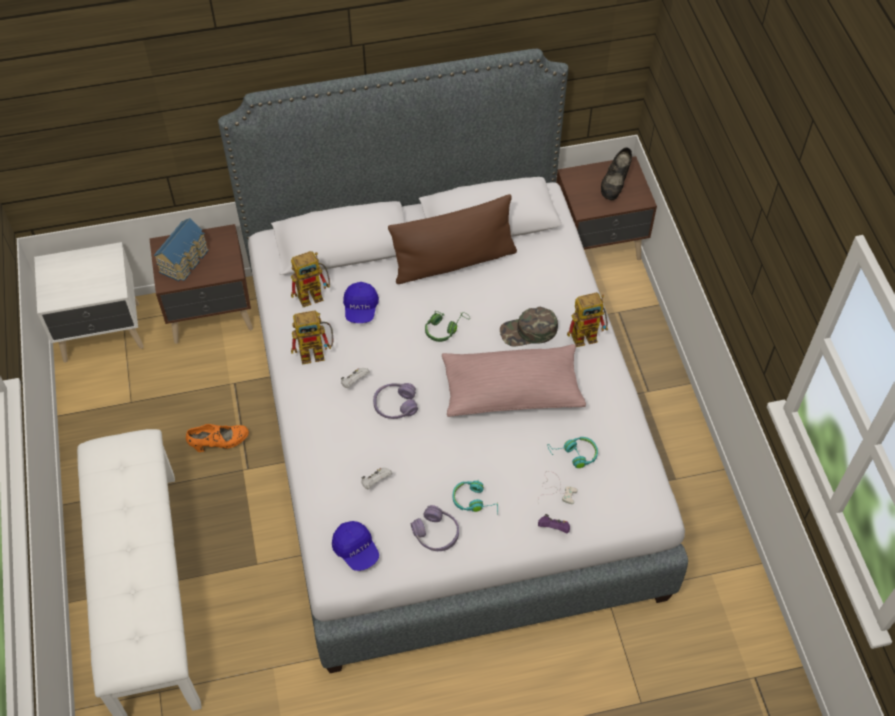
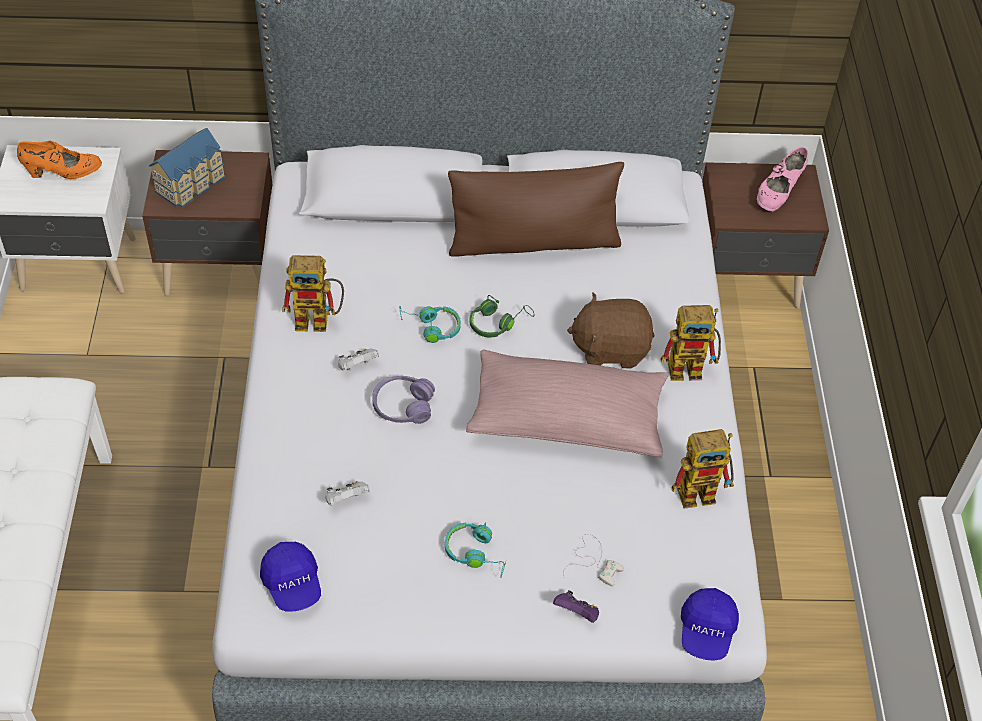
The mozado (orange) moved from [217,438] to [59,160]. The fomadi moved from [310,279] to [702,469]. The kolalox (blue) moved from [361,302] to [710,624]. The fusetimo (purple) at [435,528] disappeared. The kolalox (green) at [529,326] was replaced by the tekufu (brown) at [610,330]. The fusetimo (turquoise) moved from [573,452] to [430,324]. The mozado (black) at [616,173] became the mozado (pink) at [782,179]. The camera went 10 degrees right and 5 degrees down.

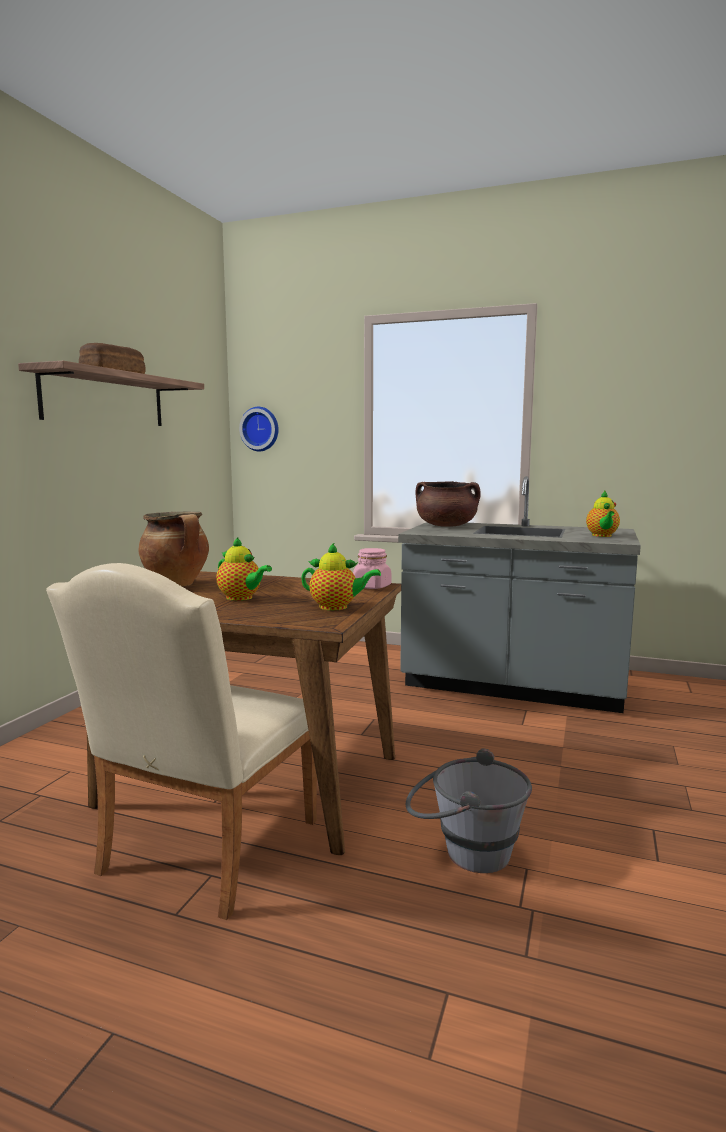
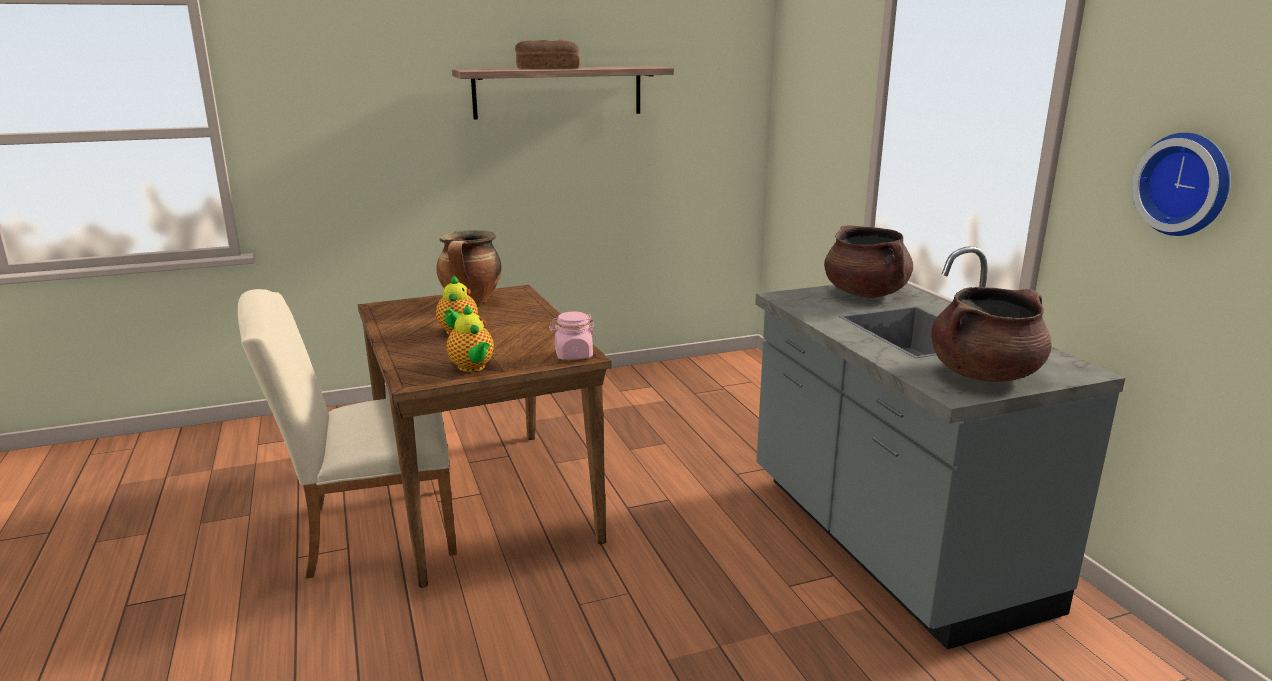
The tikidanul moved from [259,429] to [1181,184]. The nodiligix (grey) at [469,810] disappeared. The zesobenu at [603,514] was replaced by the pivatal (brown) at [991,334]. The camera went 50 degrees right and 10 degrees up.

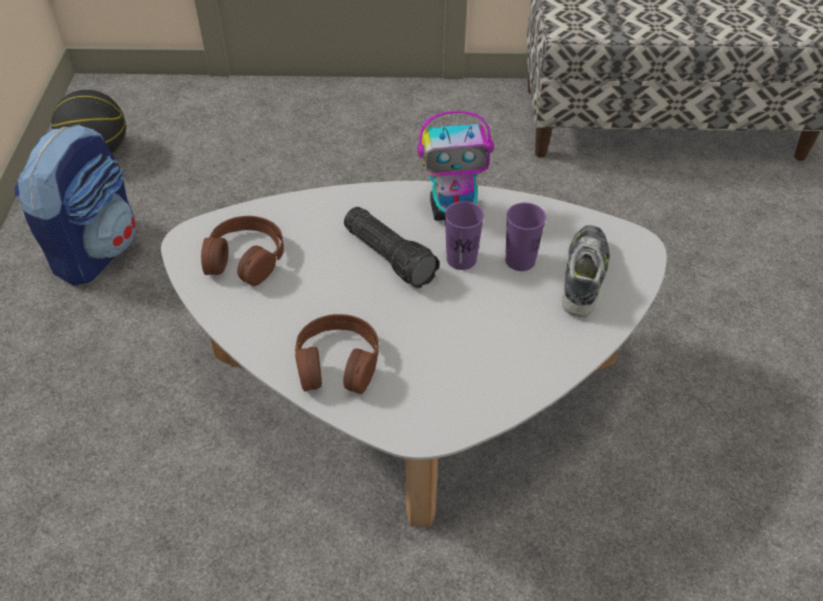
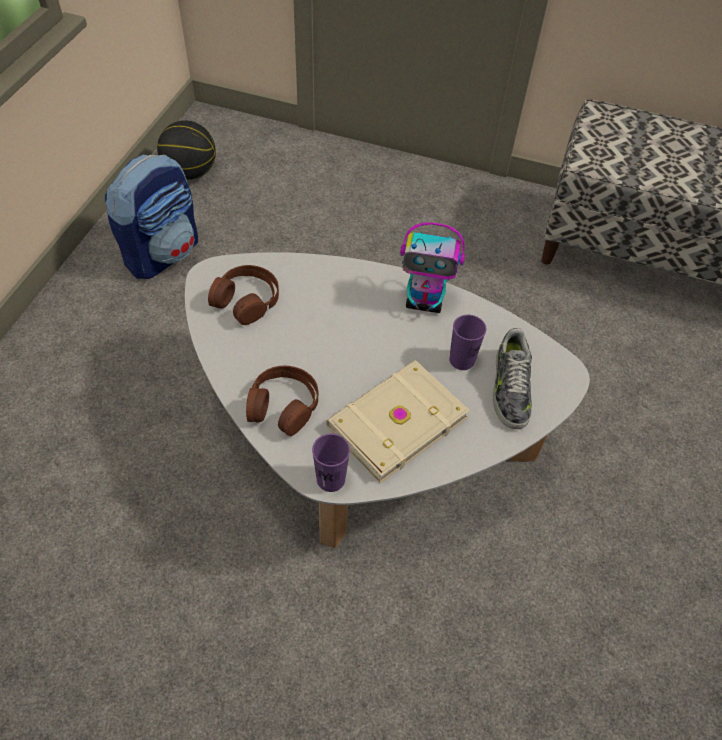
The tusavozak at [392,247] disappeared. The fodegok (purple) moved from [464,235] to [331,463]. The mozado at [586,271] turned 150 degrees clockwise. The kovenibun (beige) at [398,422] appeared. The camera went 15 degrees right and 5 degrees up.

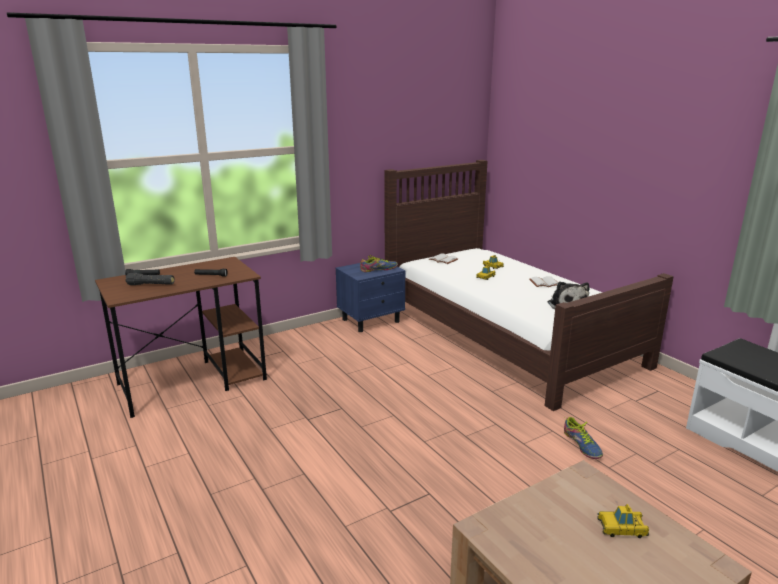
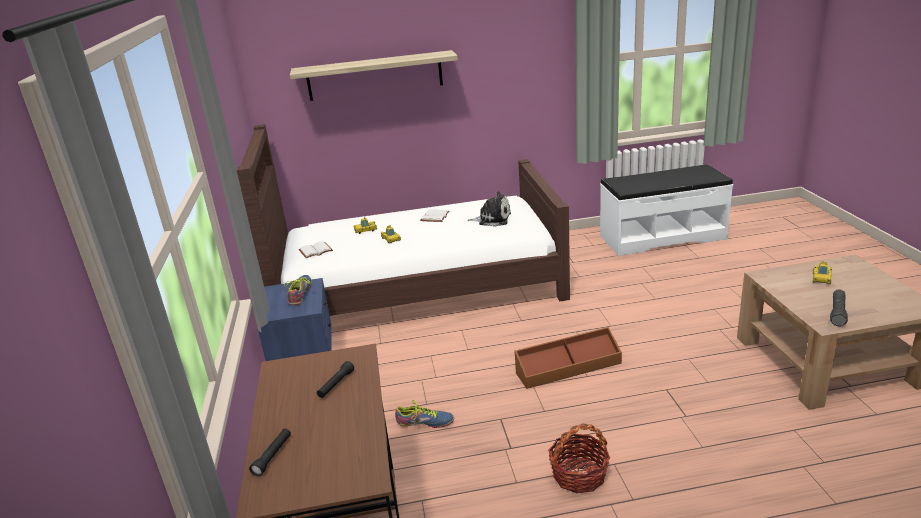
The tusavozak (black) moved from [150,279] to [839,308]. The mozado moved from [583,438] to [424,414]. The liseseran at [374,75] appeared. The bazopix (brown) at [568,358] appeared. The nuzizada at [579,458] appeared. The camera went 65 degrees left and 5 degrees up.

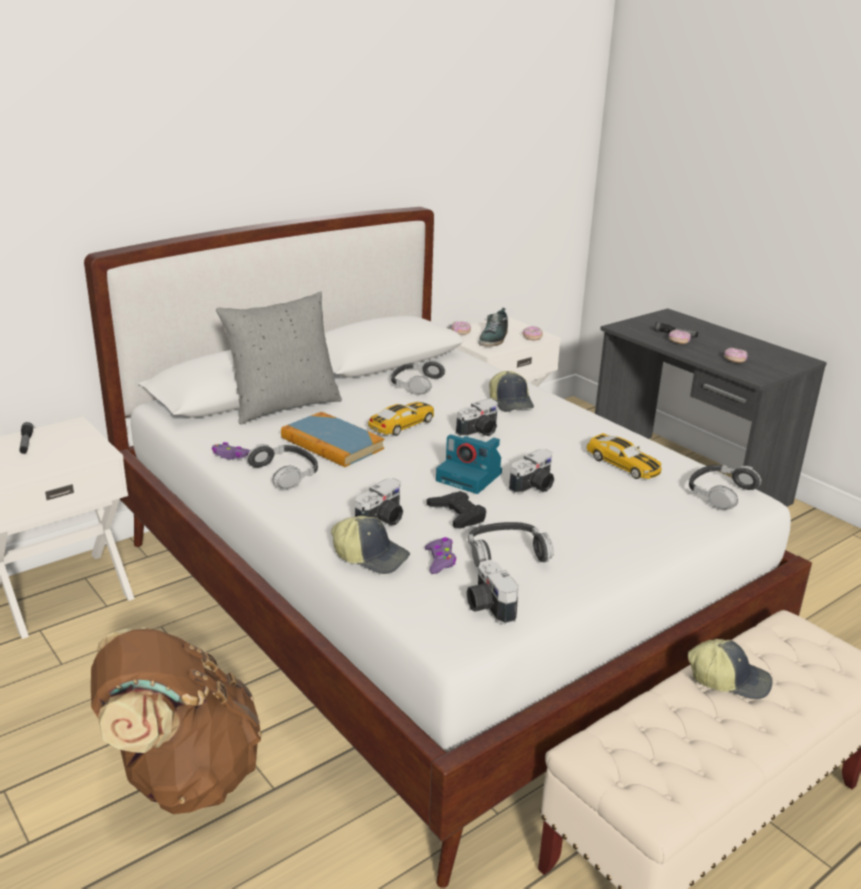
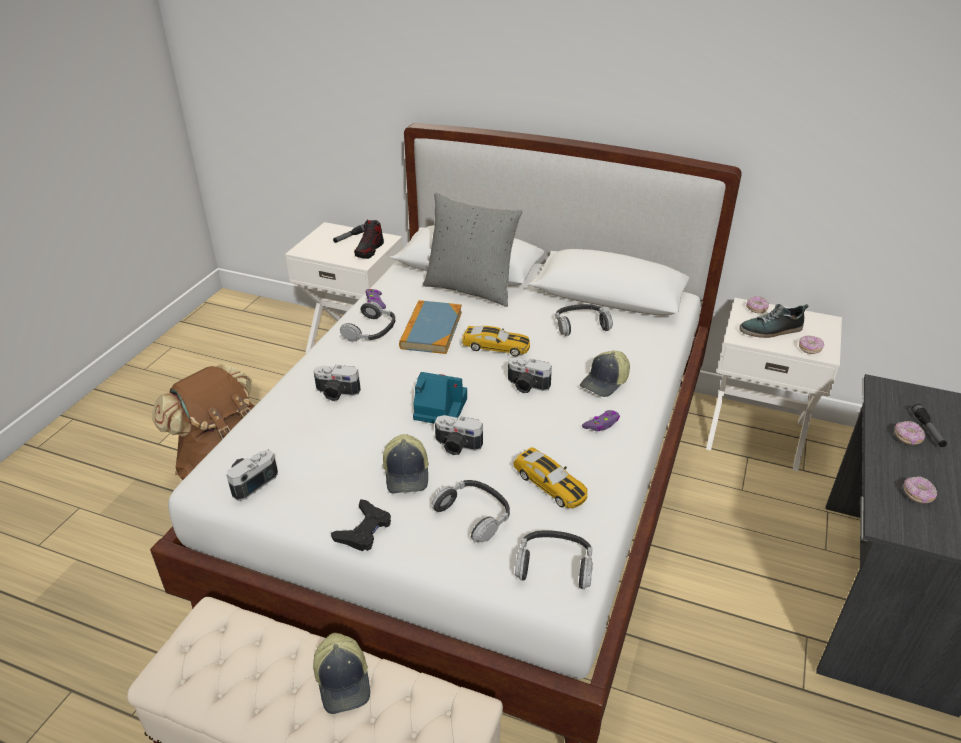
The kolalox moved from [370,545] to [406,463]. The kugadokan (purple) moved from [440,555] to [601,420]. The kugadokan (black) moved from [456,509] to [361,525]. The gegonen at [469,464] turned 105 degrees clockwise. The fusetimo moved from [511,544] to [471,511]. The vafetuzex at [624,456] turned 60 degrees counterclockwise. The mozado at [369,239] appeared. The camera went 60 degrees right and 10 degrees up.

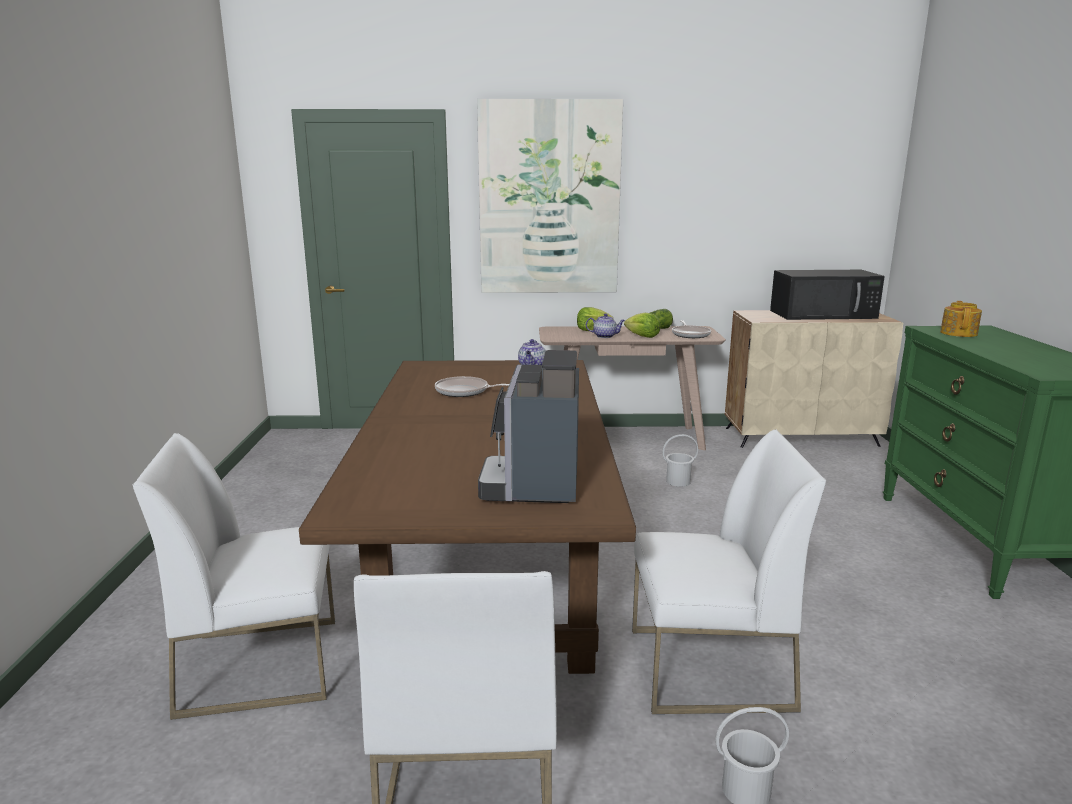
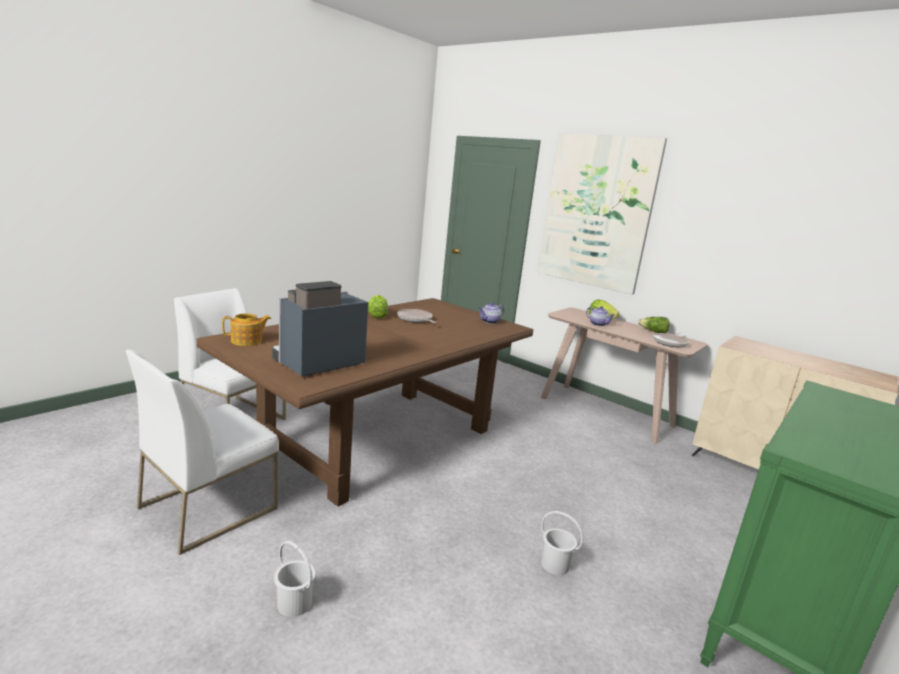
The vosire moved from [642,325] to [378,306]. The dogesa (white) at [729,572] disappeared. The nodiligix (white) moved from [680,460] to [562,543]. The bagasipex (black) at [827,295] disappeared. The zesobenu moved from [961,319] to [246,329]. The camera went 40 degrees right and 0 degrees up.

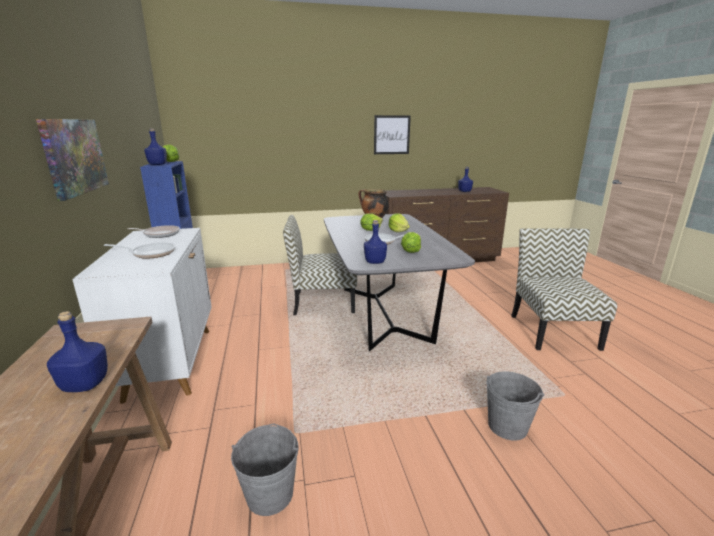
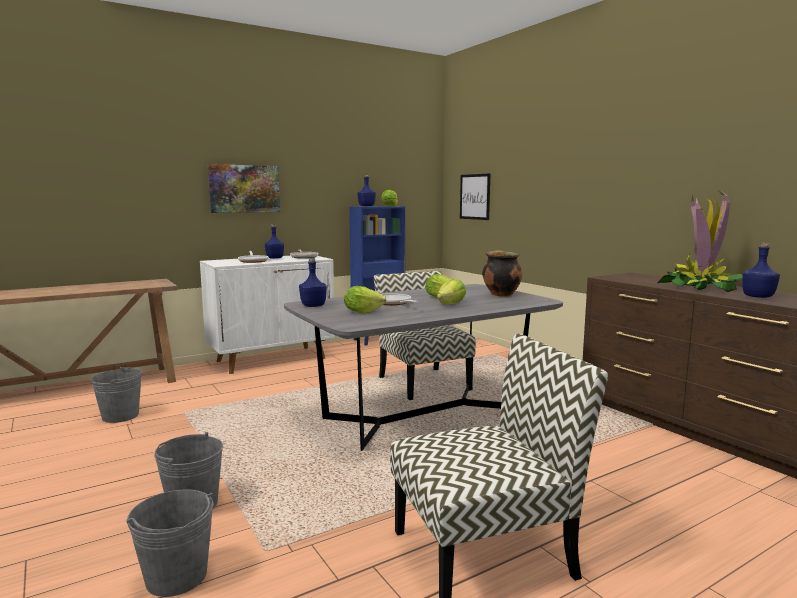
The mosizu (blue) moved from [77,351] to [274,241]. The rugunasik moved from [392,134] to [475,196]. The nodiligix (grey) at [170,543] appeared. The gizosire at [700,240] appeared. The camera went 70 degrees right and 10 degrees down.

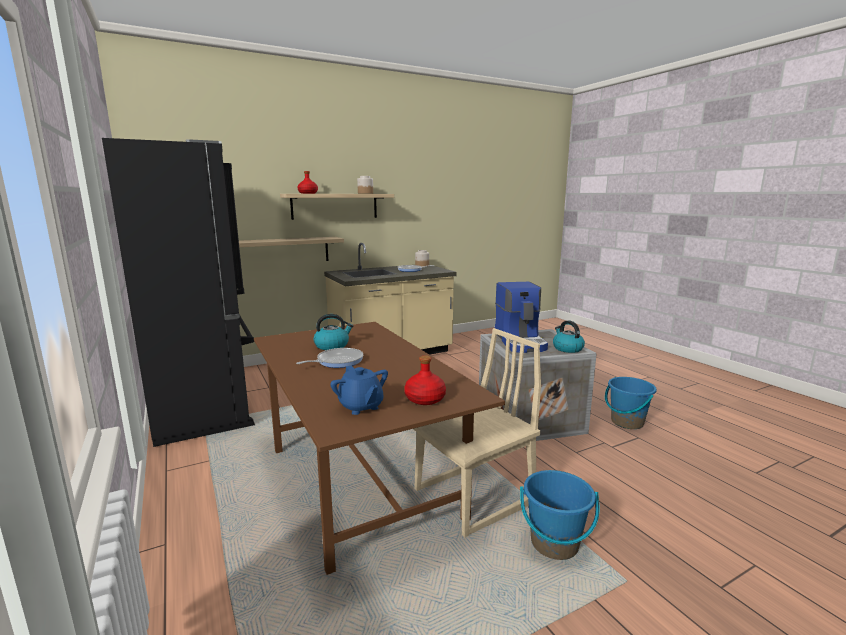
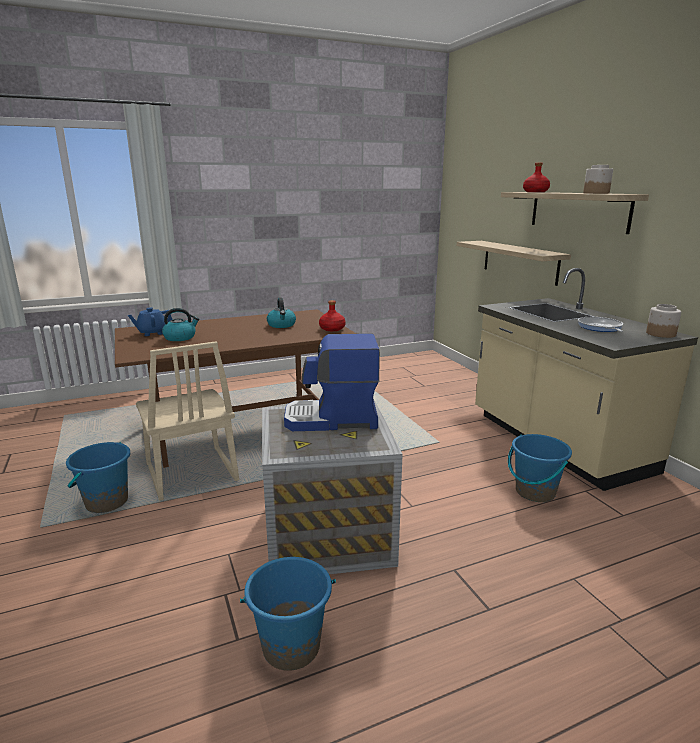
The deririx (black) at [178,292] disappeared. The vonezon at [329,358] disappeared. The mosizu (red) moved from [425,380] to [332,315]. The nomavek moved from [569,337] to [180,324]. The nodiligix (blue) at [540,468] appeared. The camera went 95 degrees right and 5 degrees up.

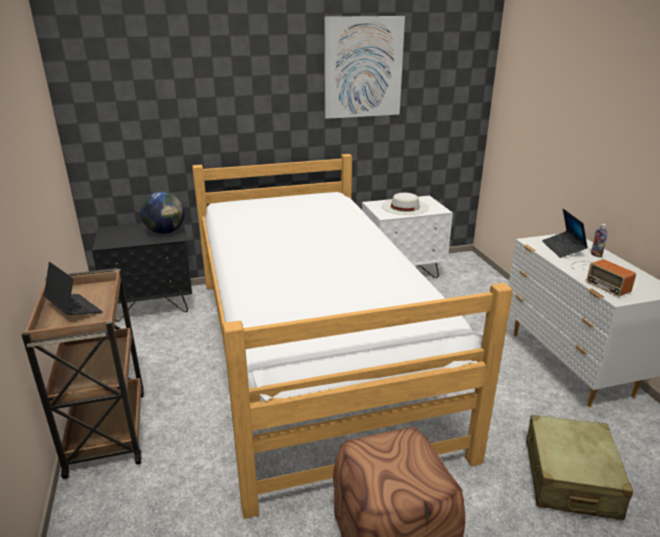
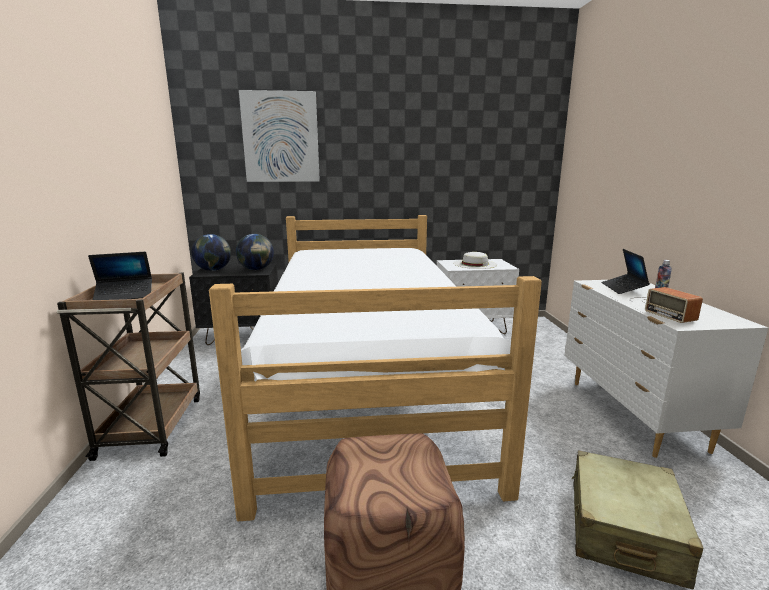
The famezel at [73,288] turned 105 degrees clockwise. The rugunasik moved from [364,67] to [279,136]. The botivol at [211,252] appeared. The camera went 10 degrees right and 10 degrees down.

